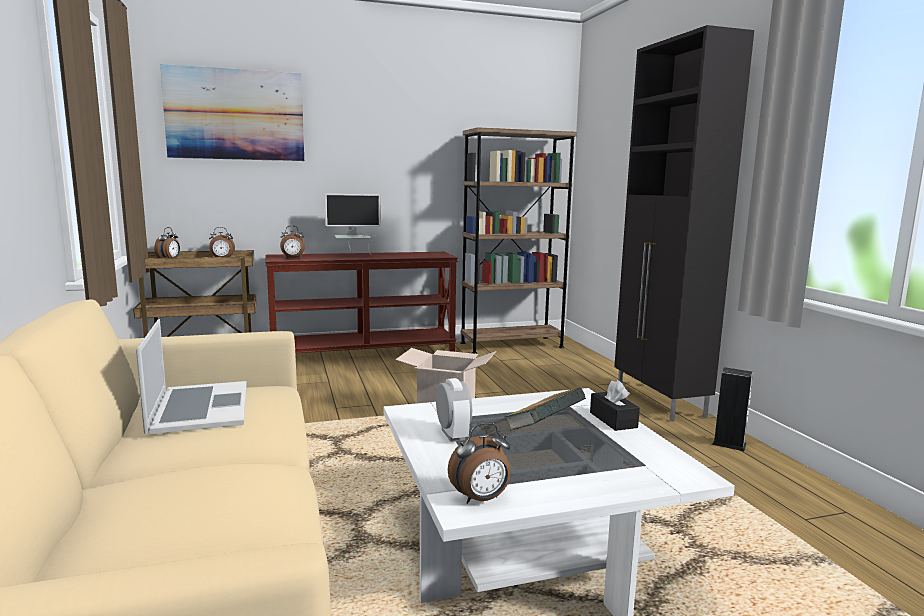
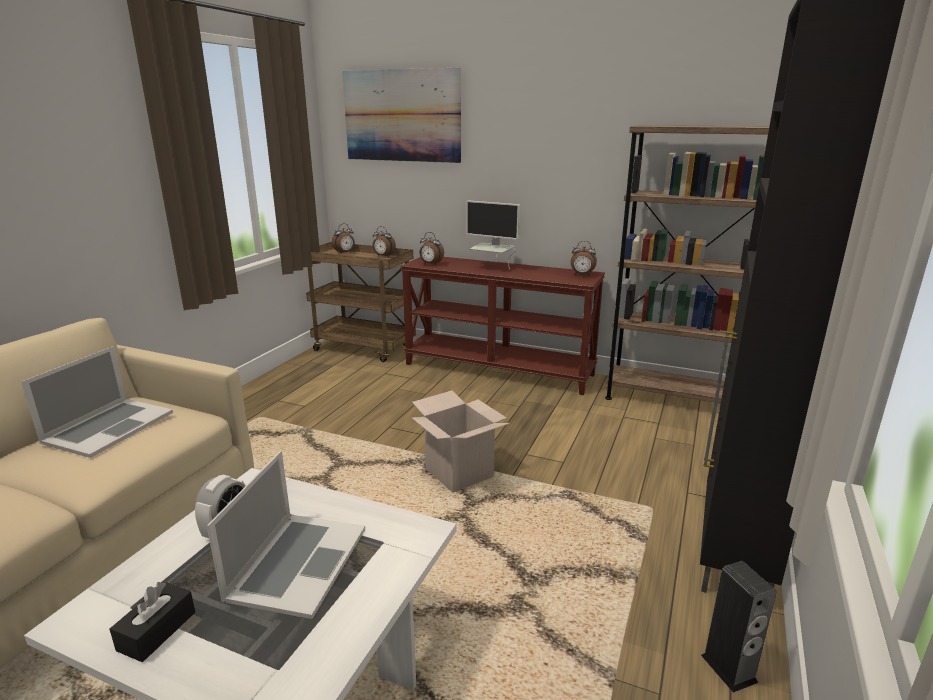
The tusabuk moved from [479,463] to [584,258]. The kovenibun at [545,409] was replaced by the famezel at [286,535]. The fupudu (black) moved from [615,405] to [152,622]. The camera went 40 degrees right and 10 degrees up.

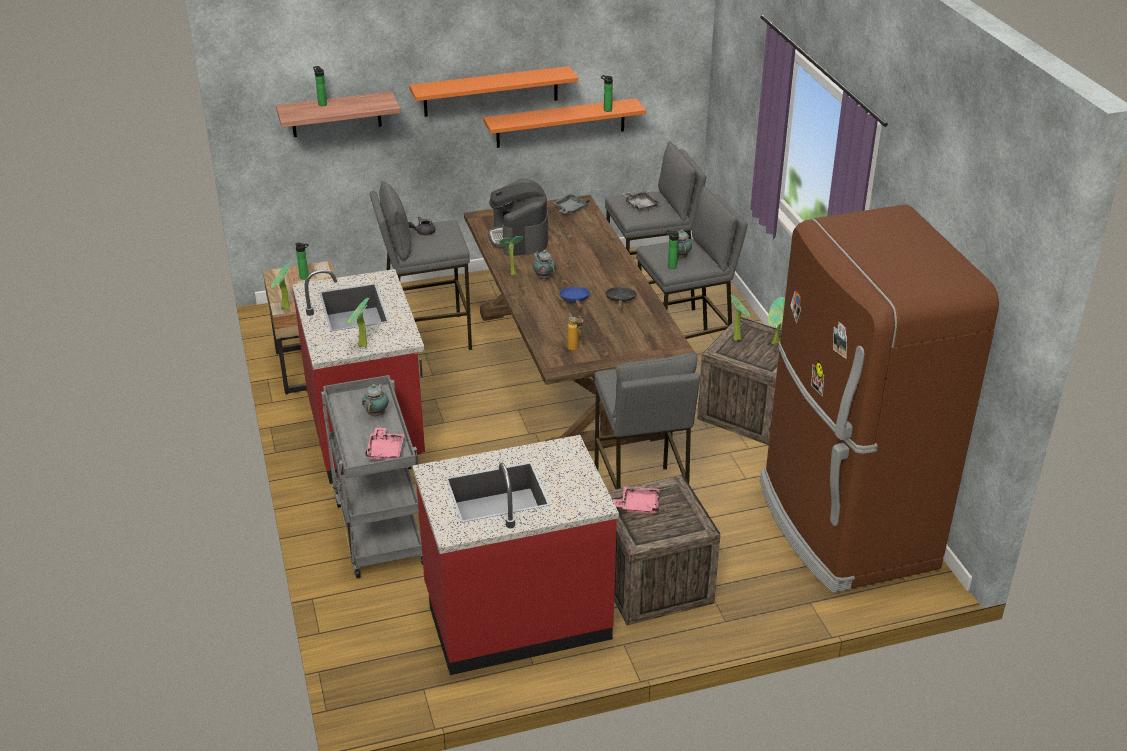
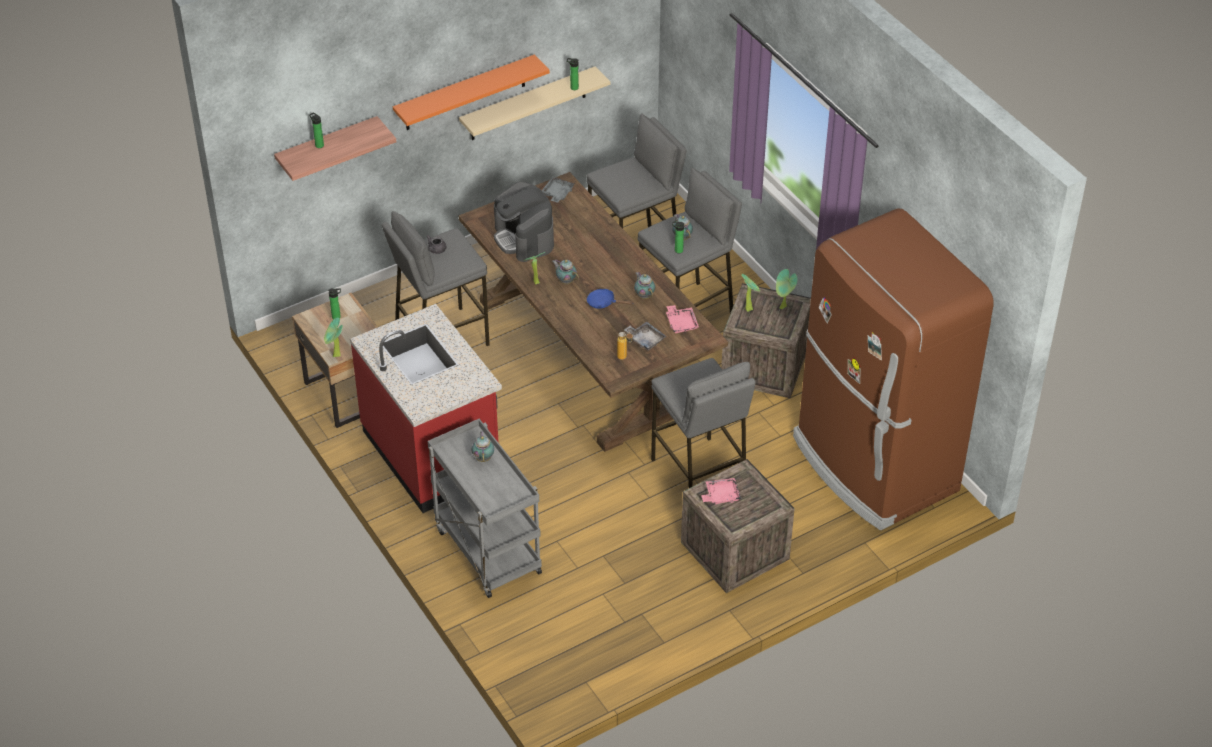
The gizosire at [358,322] disappeared. The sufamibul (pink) moved from [384,444] to [682,319]. The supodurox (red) at [516,555] disappeared. The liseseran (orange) at [564,123] became the liseseran (beige) at [534,103]. The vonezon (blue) at [574,298] turned 45 degrees counterclockwise. The vonezon (black) at [621,298] was replaced by the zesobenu at [644,285]. The sufamibul (grey) moved from [641,201] to [645,336]. The camera went 15 degrees left and 10 degrees up.

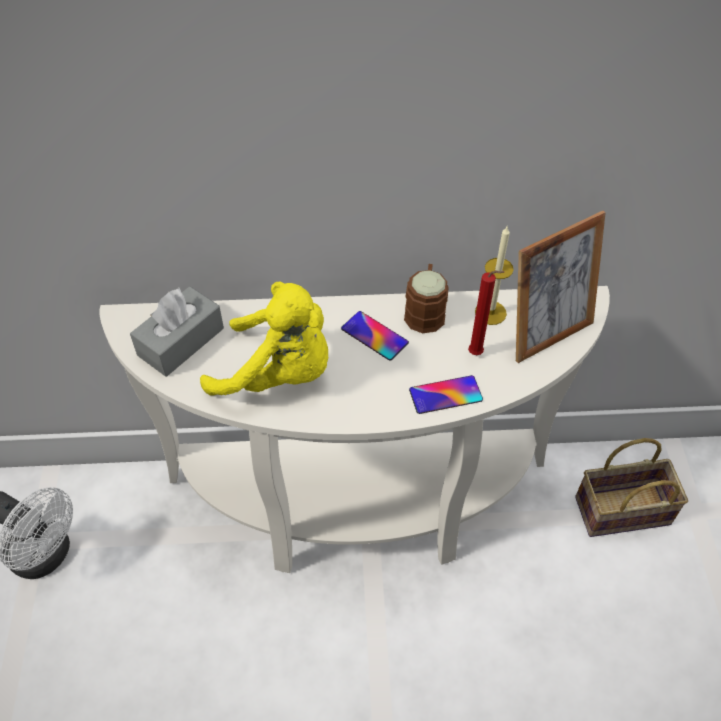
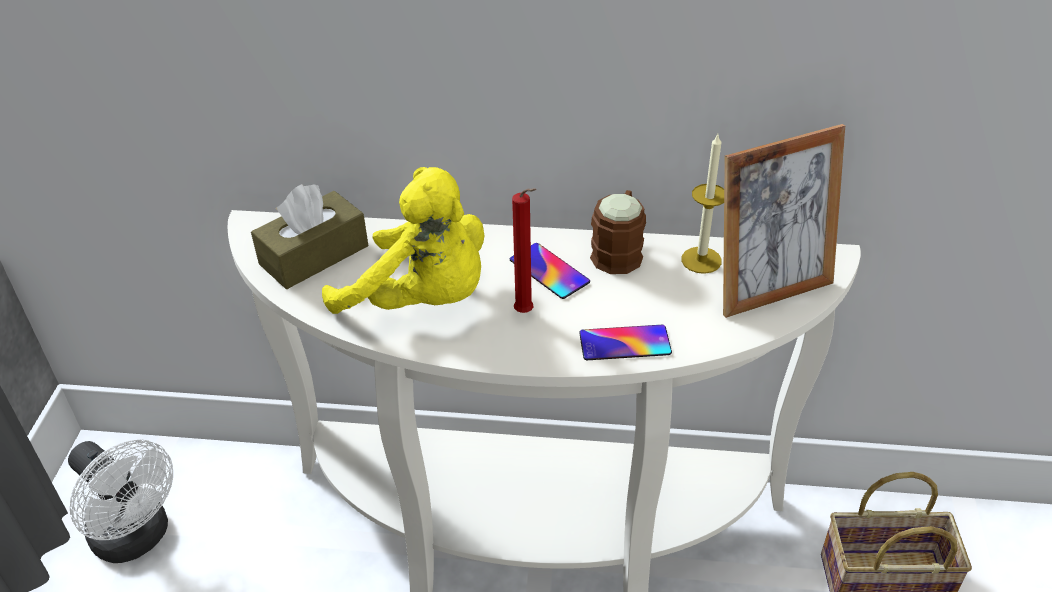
The fupudu (grey) at [177,331] became the fupudu (brown) at [309,236]. The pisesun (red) moved from [486,312] to [524,250]. The camera went 10 degrees right and 10 degrees down.

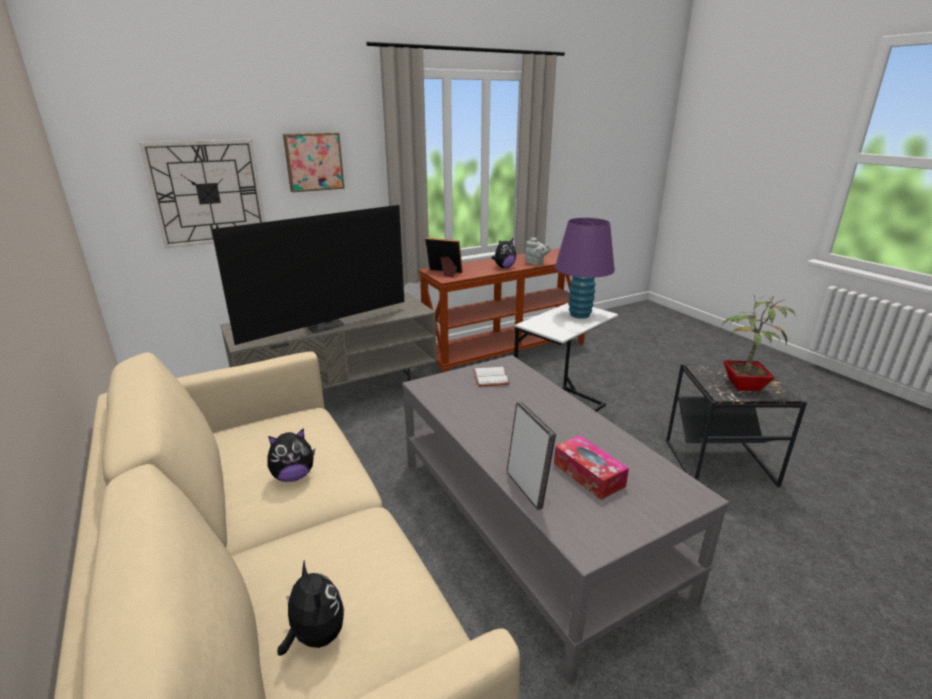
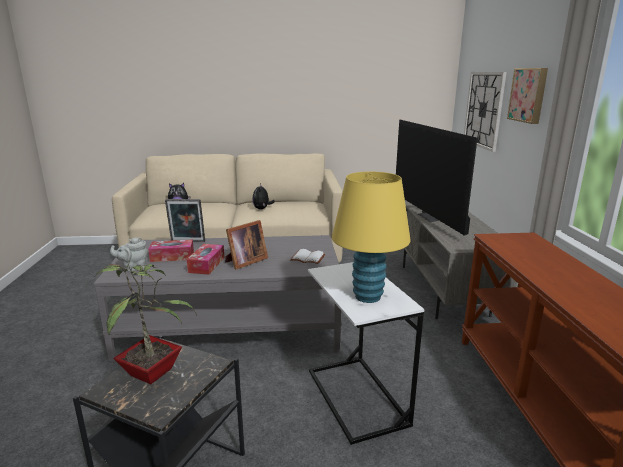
The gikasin moved from [444,258] to [246,244]. The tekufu at [504,253] disappeared. The zesobenu (grey) moved from [538,251] to [129,254]. The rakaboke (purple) at [585,268] became the rakaboke (yellow) at [371,237]. The fupudu at [206,259] appeared. The camera went 115 degrees right and 5 degrees down.

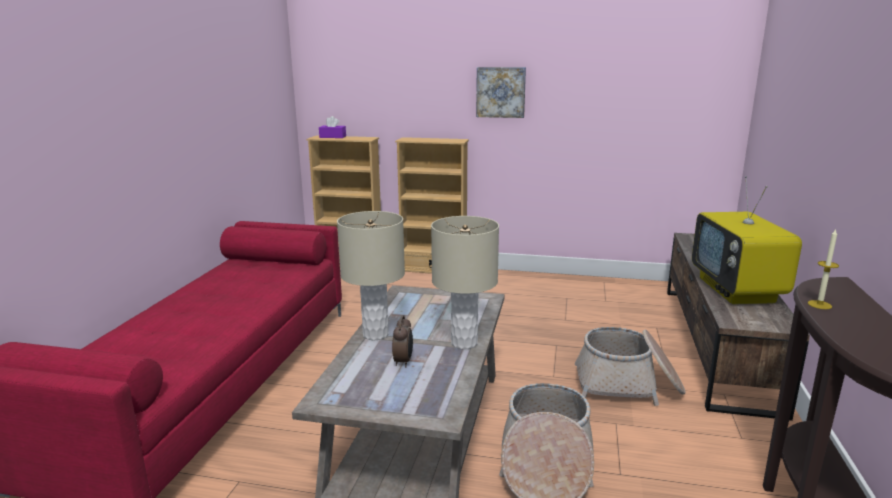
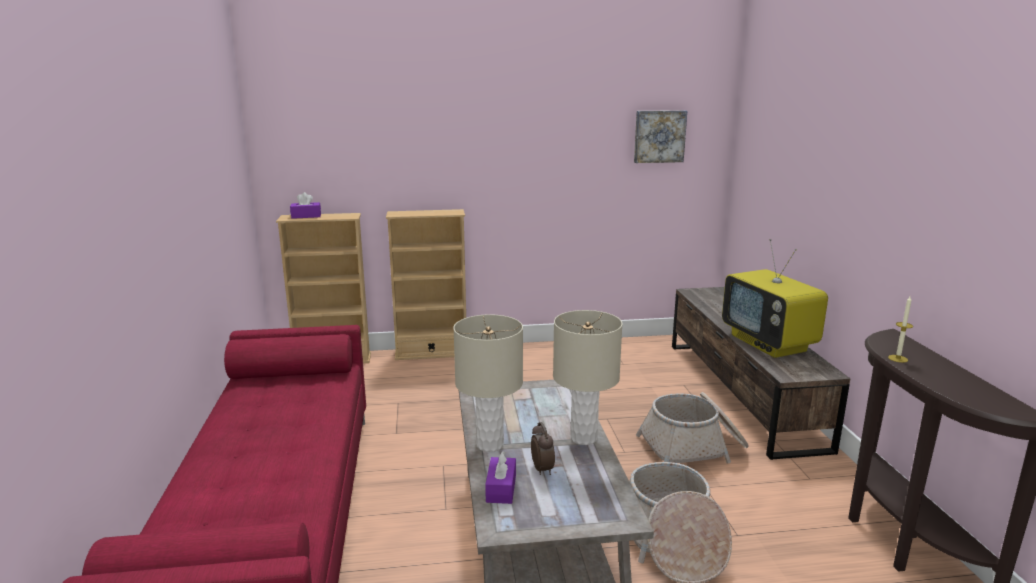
The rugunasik moved from [501,92] to [660,136]. The fupudu (purple) at [500,477] appeared. The camera went 20 degrees left and 0 degrees up.

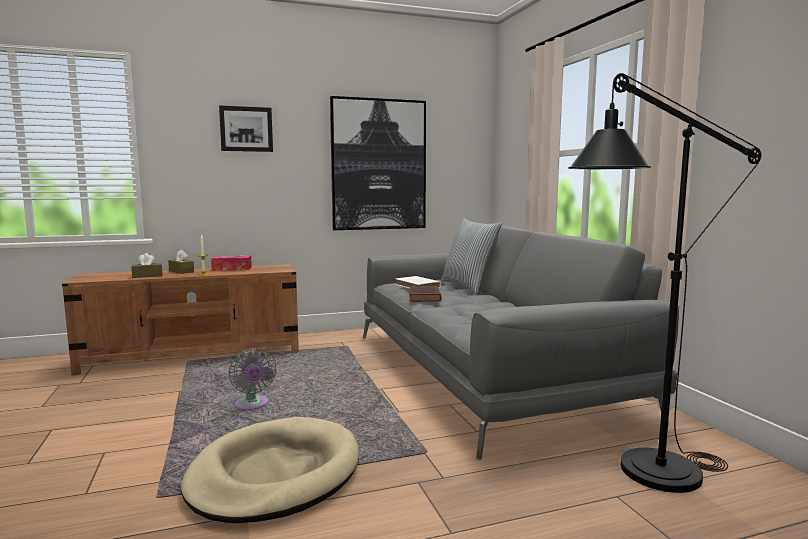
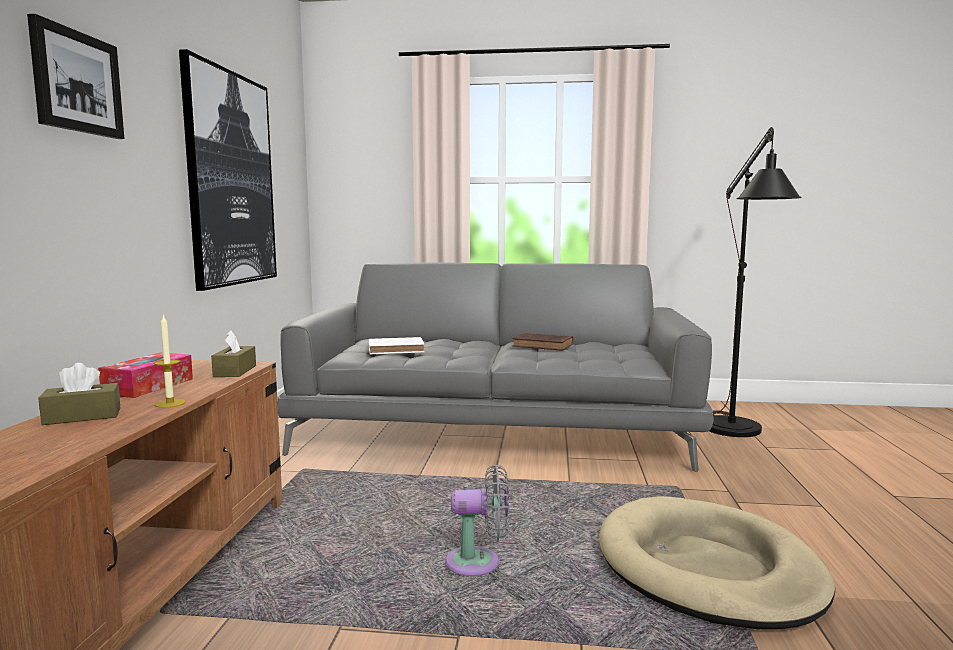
The fupudu (brown) moved from [147,265] to [233,353]. The kovenibun (brown) moved from [425,294] to [543,341]. The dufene at [471,256] disappeared. The camera went 65 degrees left and 0 degrees up.

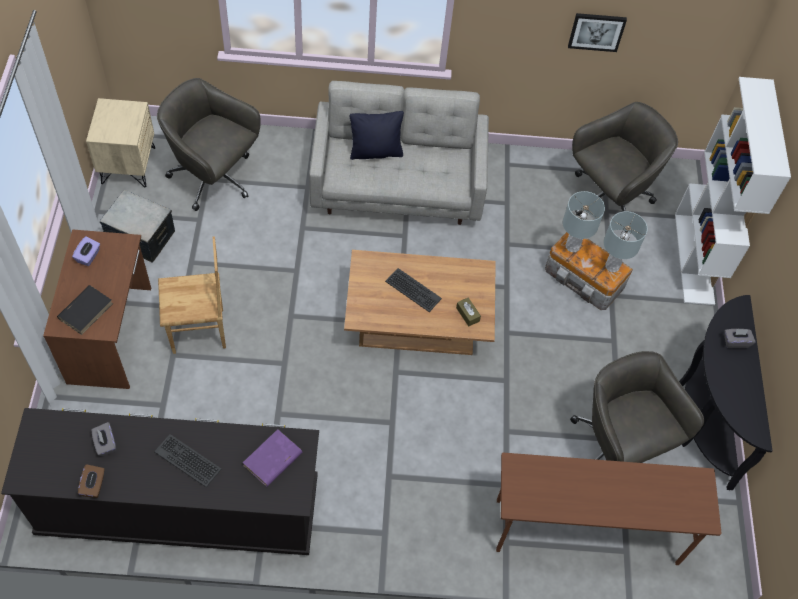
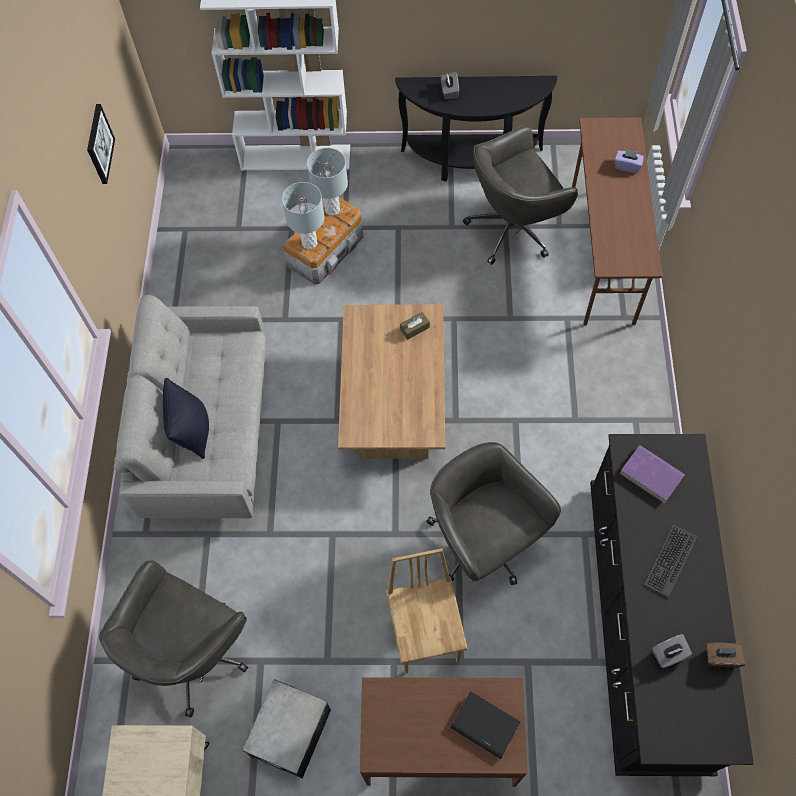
The fupudu (purple) moved from [86,251] to [629,161]. The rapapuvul at [413,290] disappeared. The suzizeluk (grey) moved from [625,167] to [493,513]. The camera went 85 degrees left and 5 degrees up.

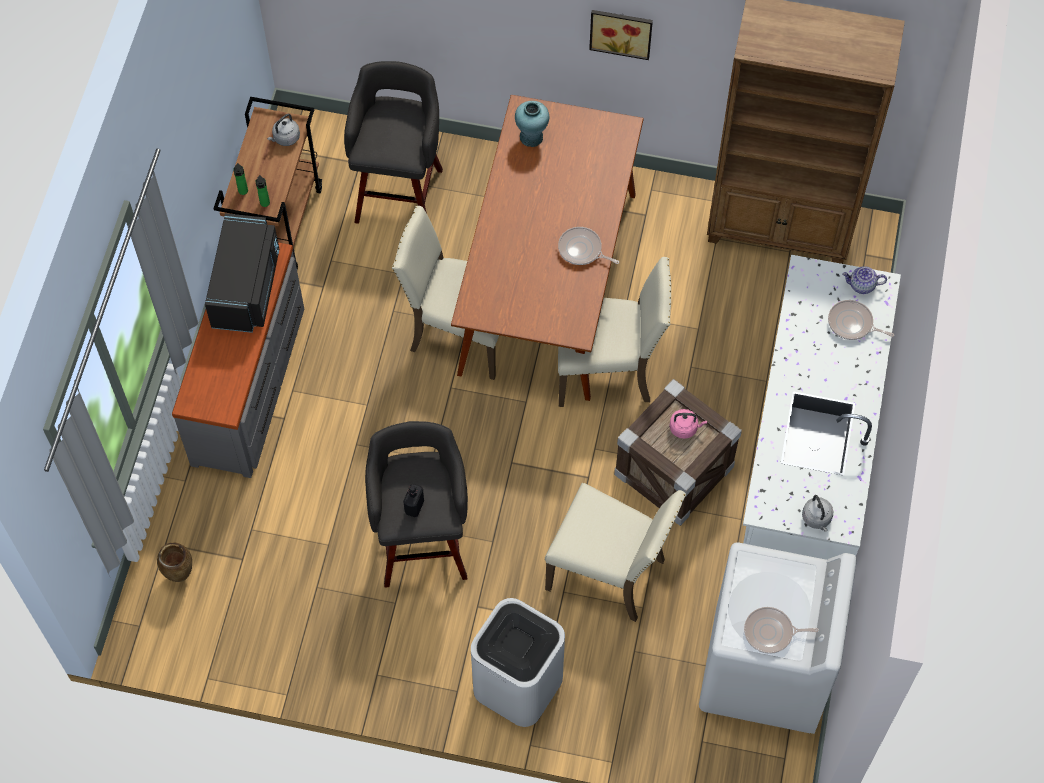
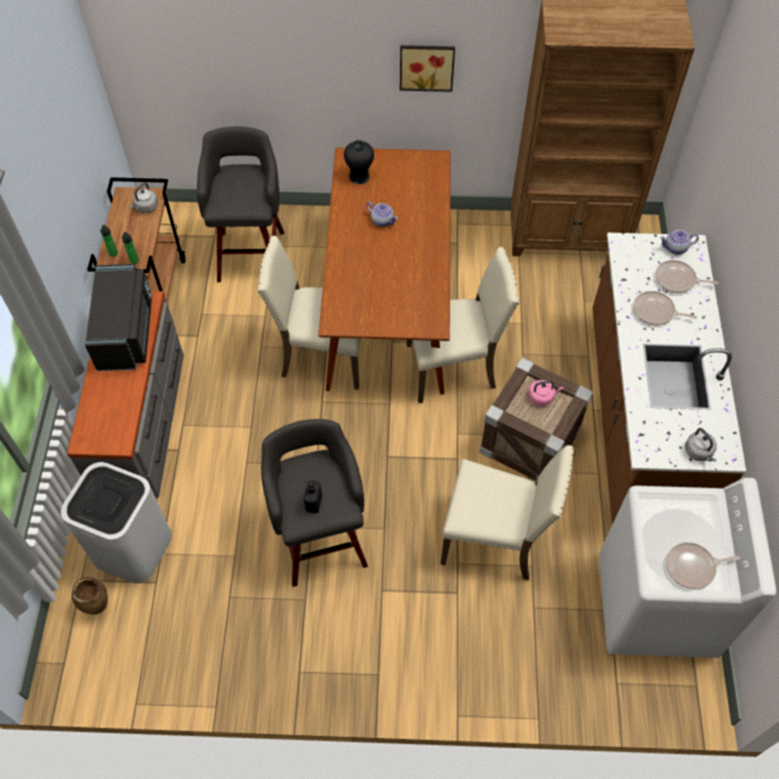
The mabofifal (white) moved from [518,662] to [116,522]. The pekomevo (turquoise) at [532,124] became the pekomevo (black) at [359,162]. The vonezon moved from [588,246] to [665,308]. The supodurox (white) at [822,407] became the supodurox (brown) at [669,378]. The zesobenu at [382,214] appeared. The camera went 10 degrees left and 5 degrees down.

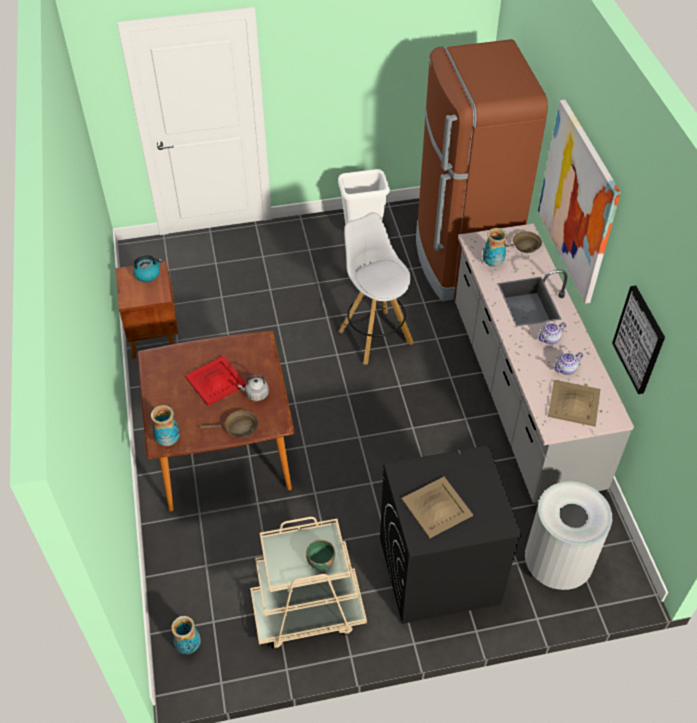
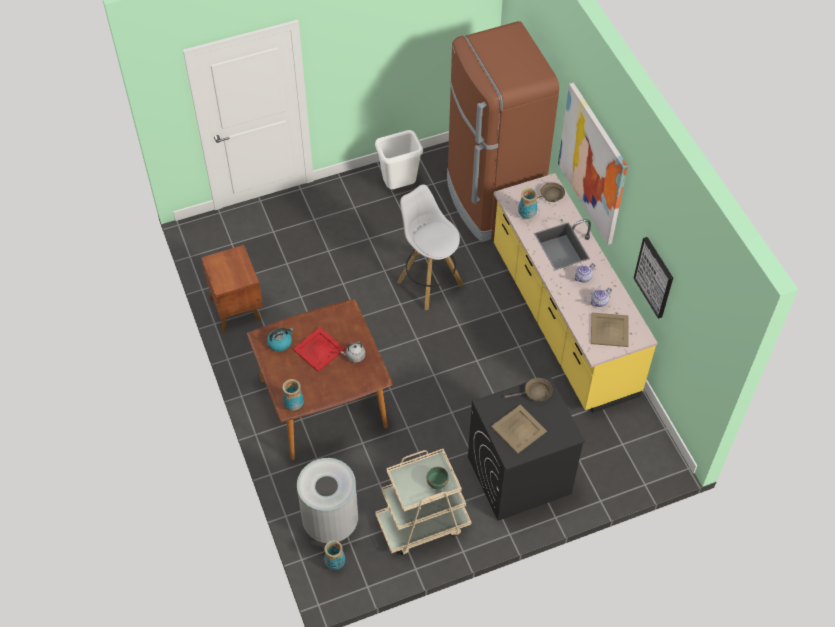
The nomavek moved from [147,268] to [280,340]. The vonezon (brown) moved from [229,424] to [528,389]. The supodurox (grey) at [544,363] became the supodurox (yellow) at [575,293]. The mabofifal (grey) moved from [568,535] to [327,500]. The camera went 10 degrees left and 5 degrees up.

